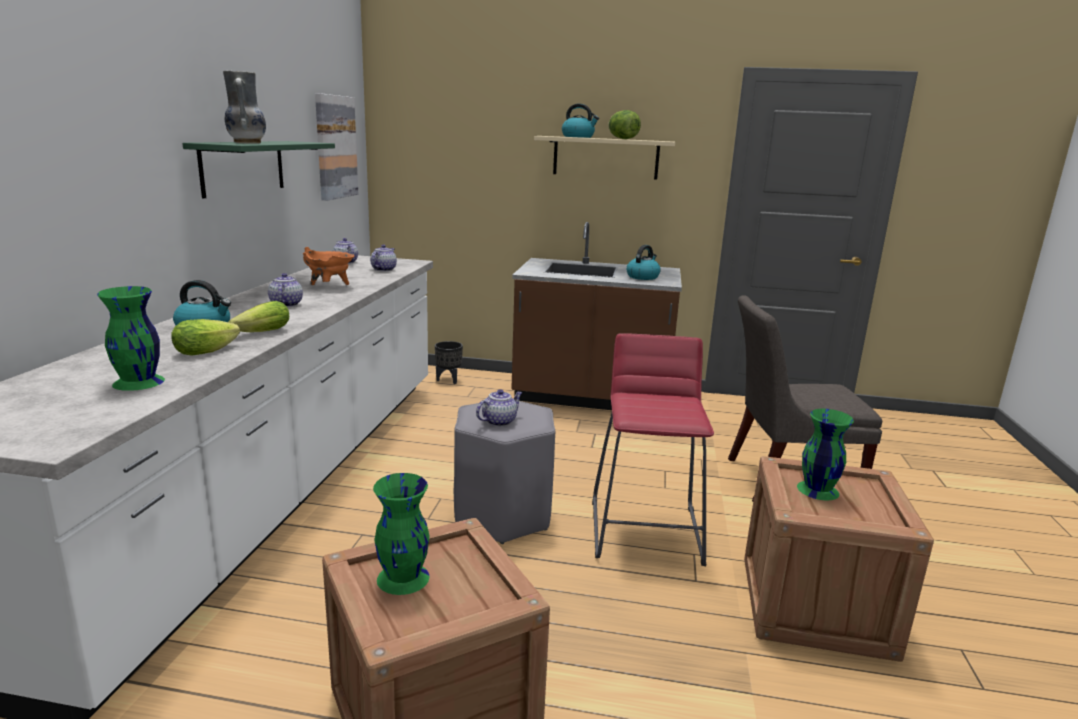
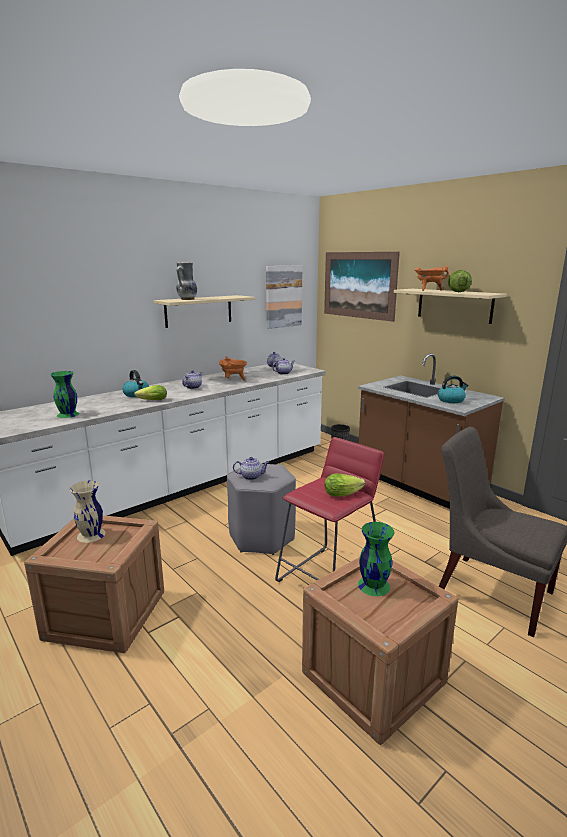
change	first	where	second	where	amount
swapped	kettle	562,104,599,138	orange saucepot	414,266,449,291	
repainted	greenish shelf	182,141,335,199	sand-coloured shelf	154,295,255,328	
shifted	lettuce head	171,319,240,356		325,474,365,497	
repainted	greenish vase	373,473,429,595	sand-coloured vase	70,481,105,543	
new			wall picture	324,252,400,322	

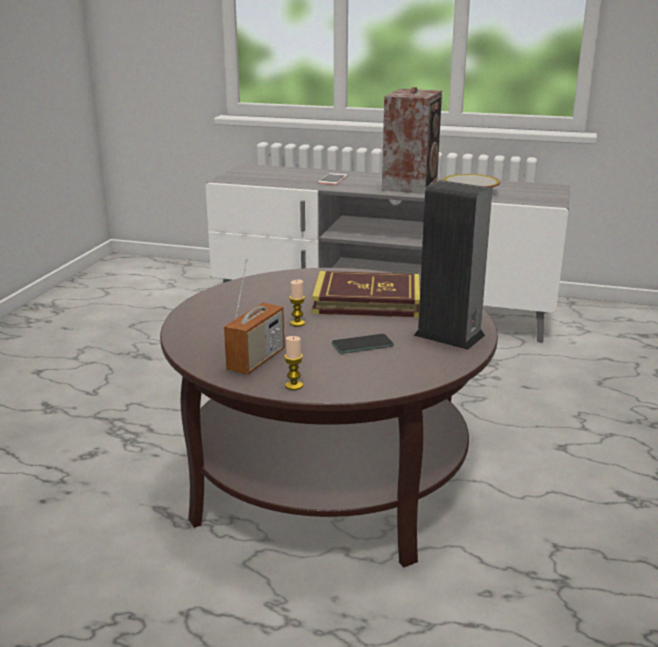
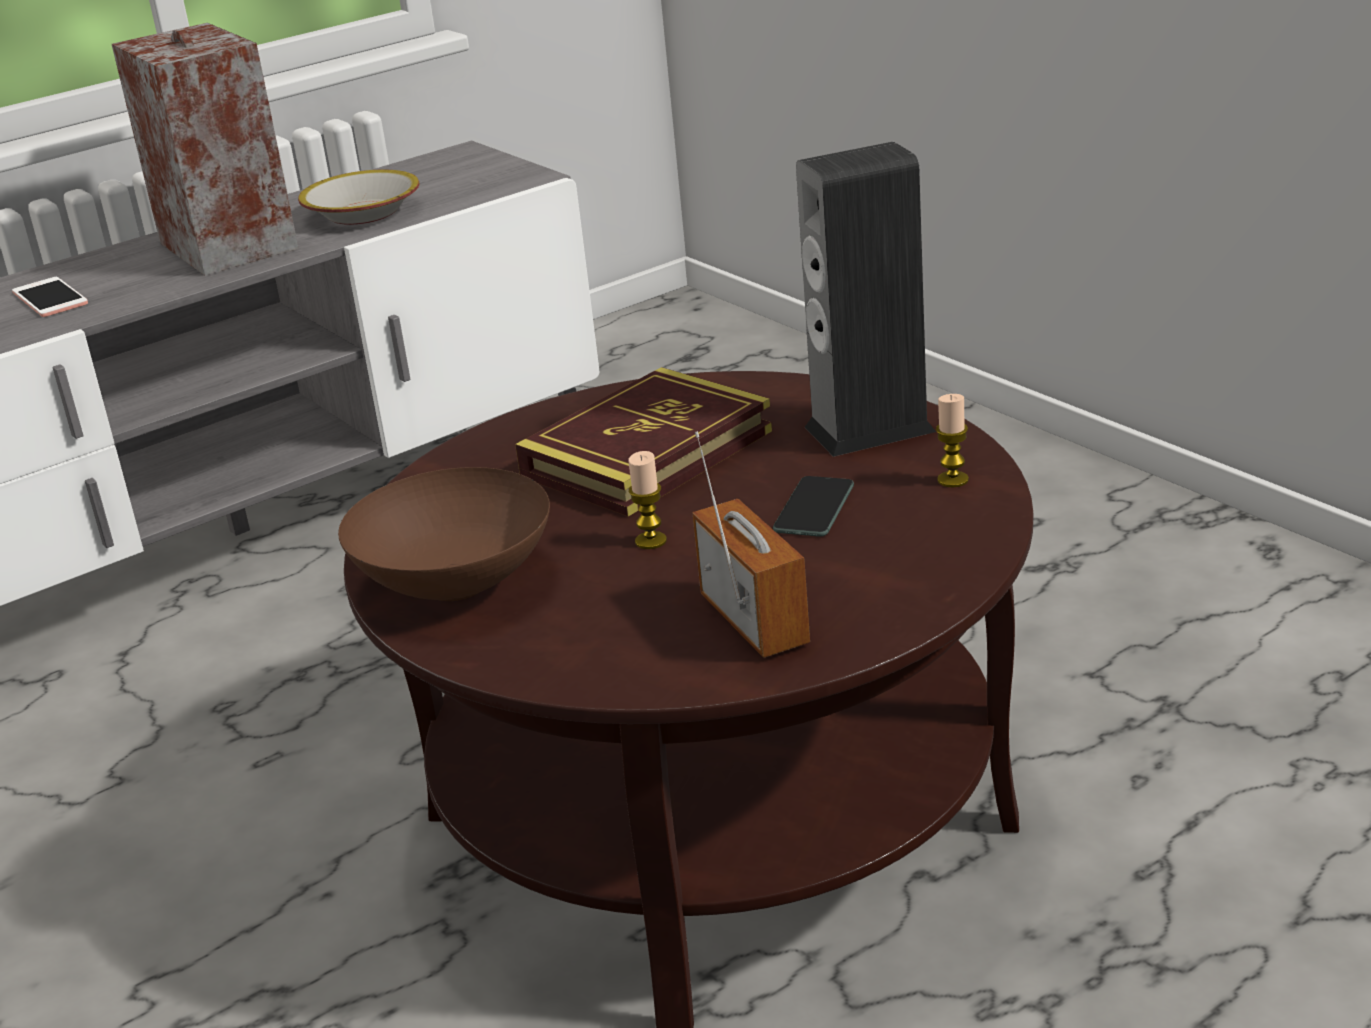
change	first	where	second	where	amount
shifted	candle	284,336,303,390		936,394,969,487	
new			brownish bowl	338,467,550,601	

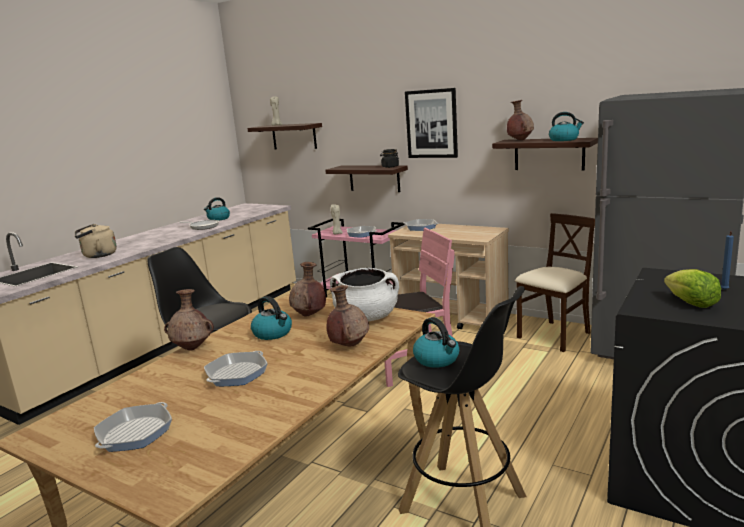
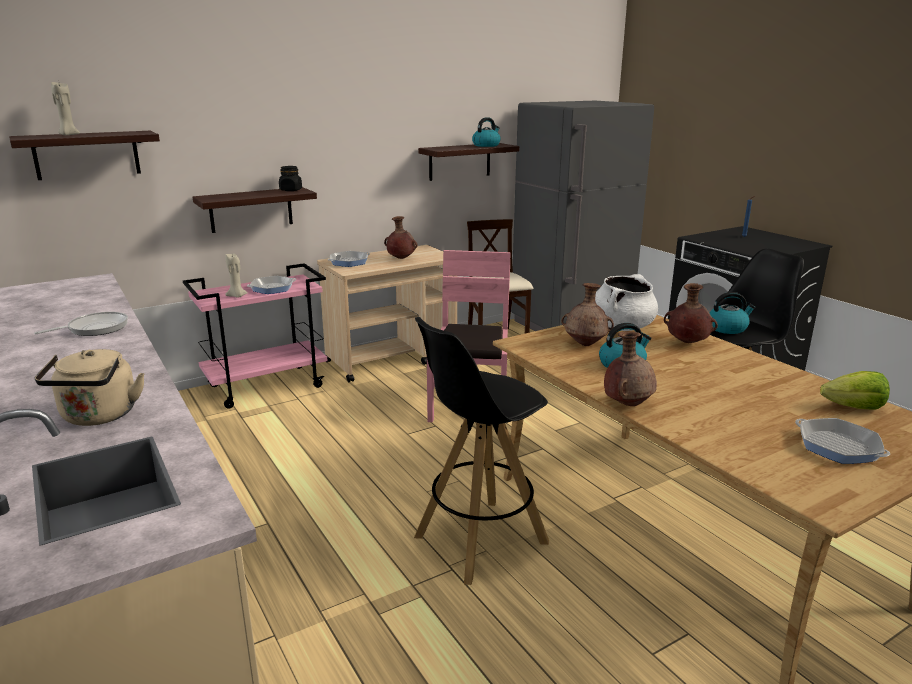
change	first	where	second	where	amount
gone	wall picture	405,88,458,158			
shifted	brownish vase	507,100,534,140		384,216,418,259	
gone	kettle	204,197,230,221			
shifted	lettuce head	664,269,721,308		820,371,890,410	
gone	frying pan	204,351,268,386			

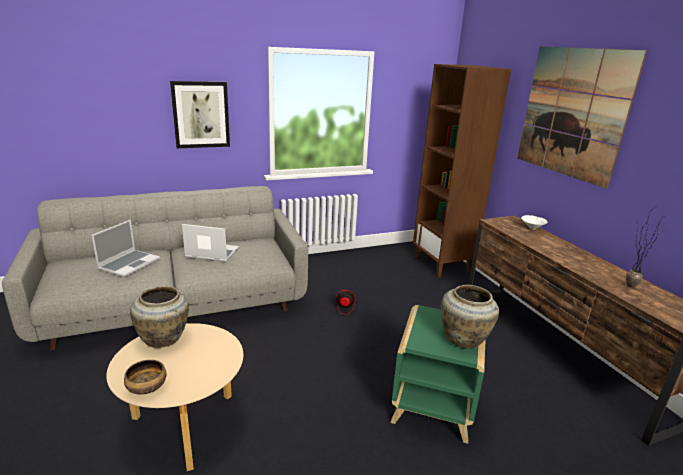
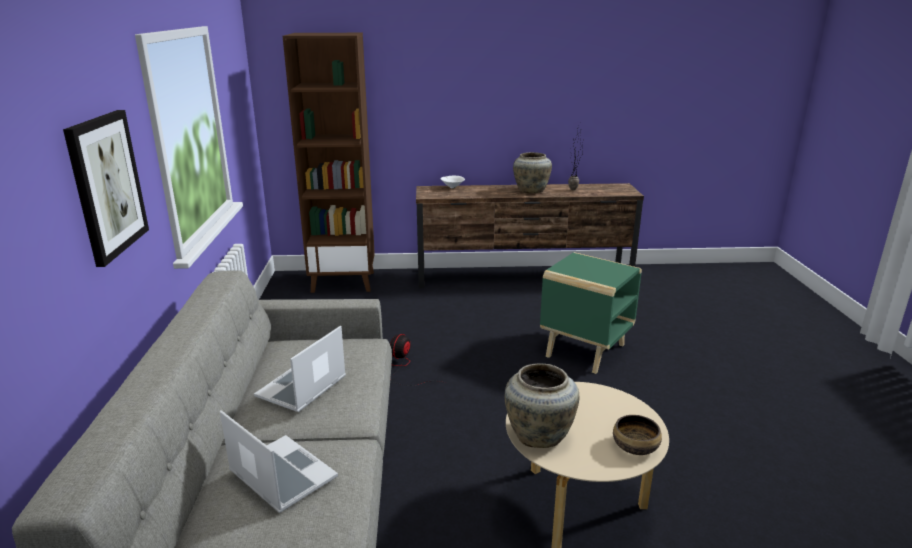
change	first	where	second	where	amount
gone	wall picture	517,46,647,189			
shifted	sand-coloured vase	441,285,499,349		513,152,552,193	

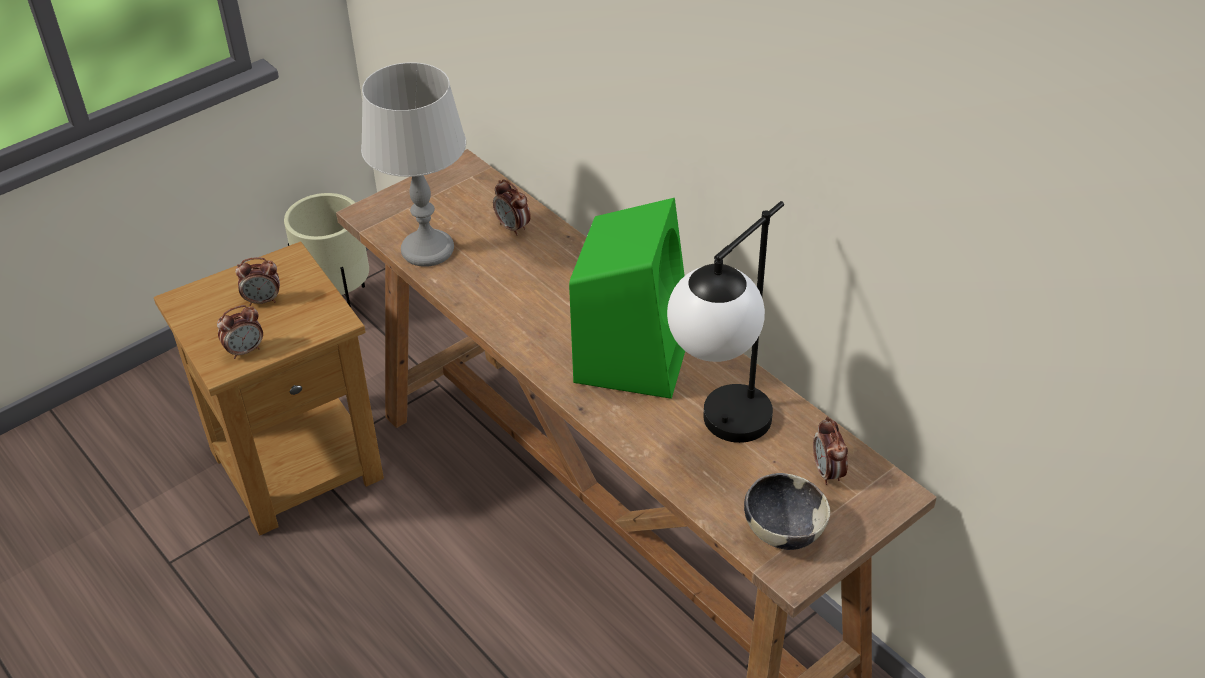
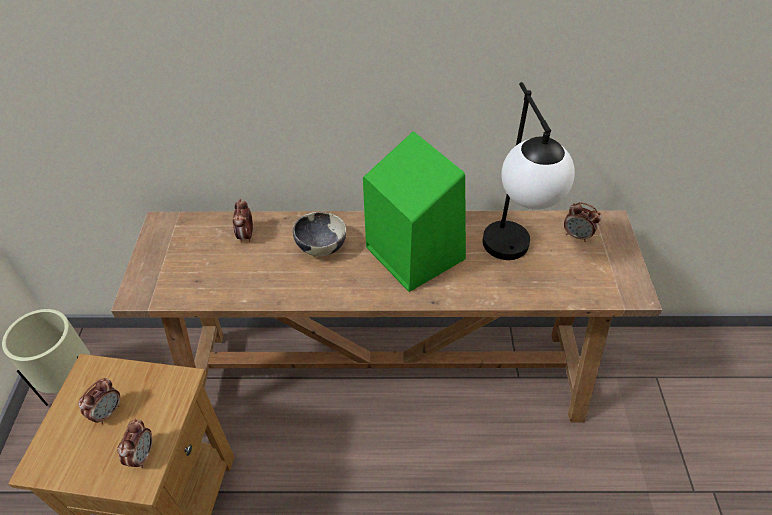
change	first	where	second	where	amount
gone	greyish lamp for a table	361,62,466,267			
rotated	bedside clock	493,179,531,236		233,199,253,243	90 degrees clockwise
shifted	bowl	744,473,830,550		293,212,346,257	

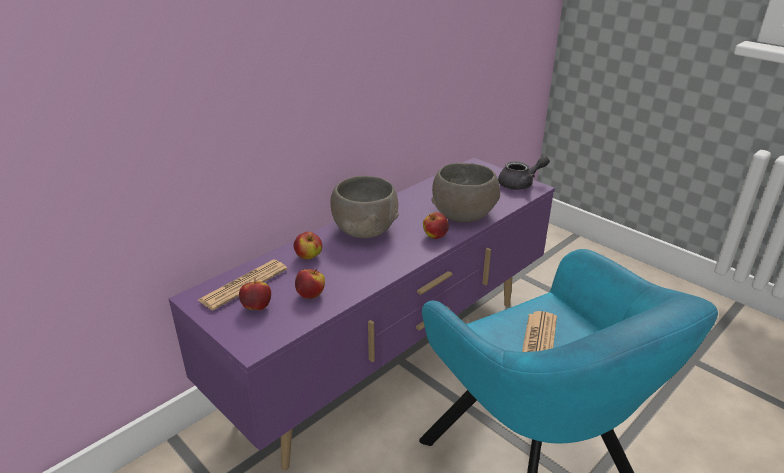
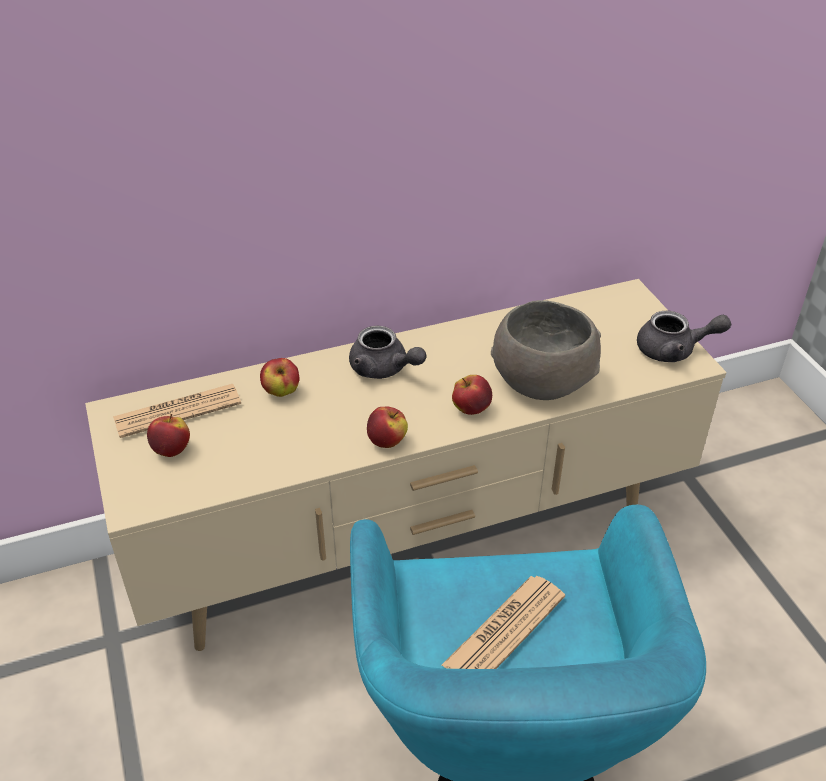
change	first	where	second	where	amount
repainted	purplish tv stand	168,158,555,470	sand-coloured tv stand	85,279,727,651	
swapped	greyish bowl	330,176,399,238	greyish tea pot	349,326,427,379	
shifted	whole apple	295,269,325,299		367,407,408,448	

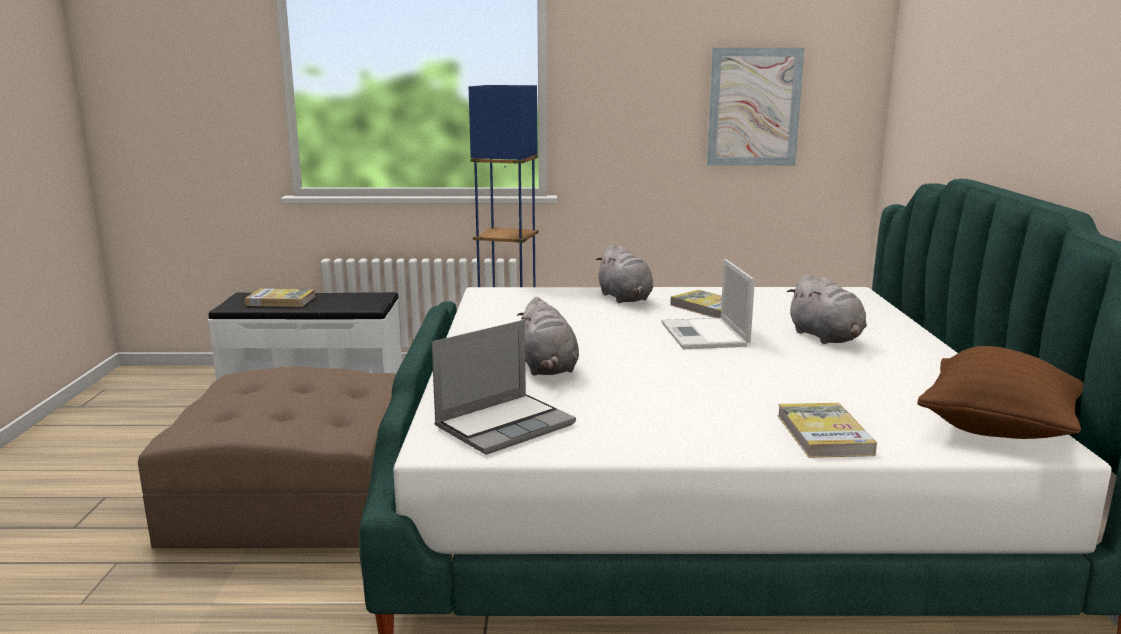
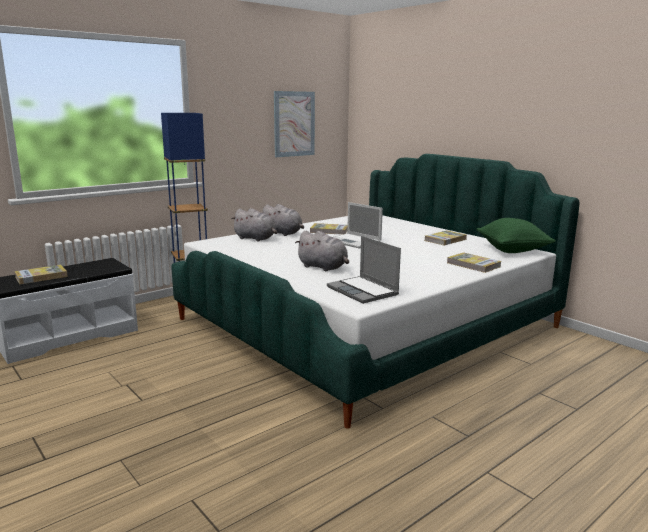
change	first	where	second	where	amount
shifted	greyish soft toy	787,274,867,344		231,208,277,241	
rotated	portable computer	432,320,576,455		327,236,401,304	135 degrees clockwise
repainted	brownish pillow	917,346,1084,439	greenish pillow	476,218,556,253	
gone	brownish pouffe	138,366,396,548			
new			volume	424,230,467,245	

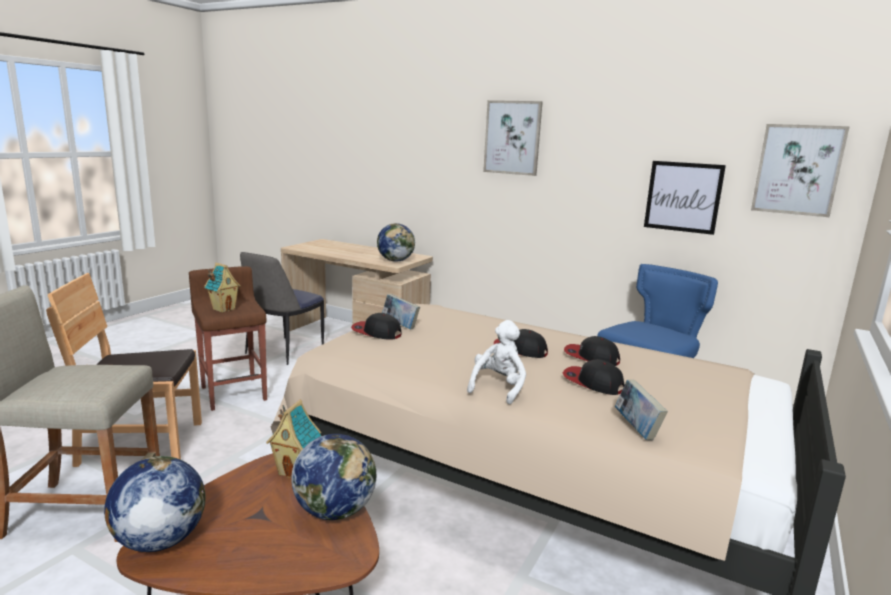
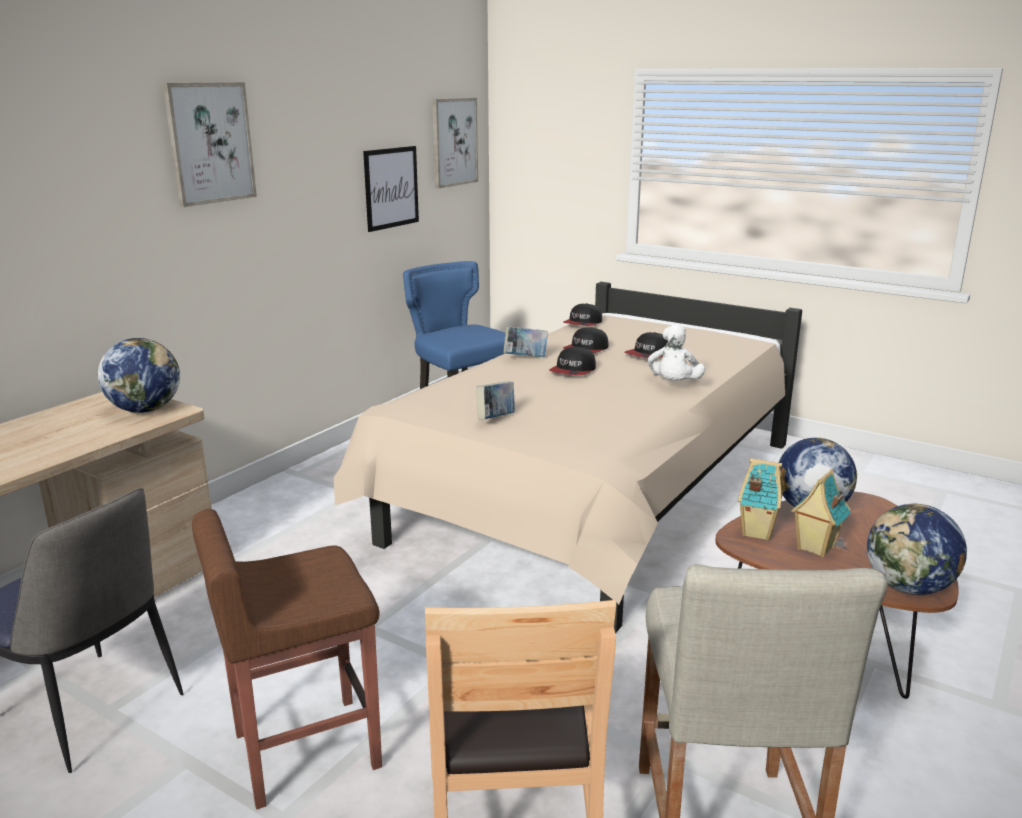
change	first	where	second	where	amount
shifted	toy house	204,263,241,313		791,469,851,557	
shifted	peaked cap	351,313,401,340		563,303,602,326	
rotated	whitish soft toy	467,320,526,405		648,325,705,381	105 degrees counterclockwise
shifted	volume	615,379,668,440		504,326,548,357	

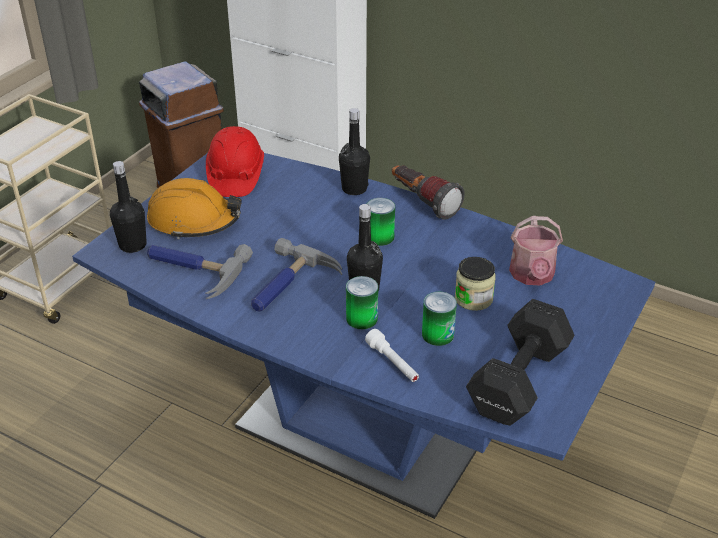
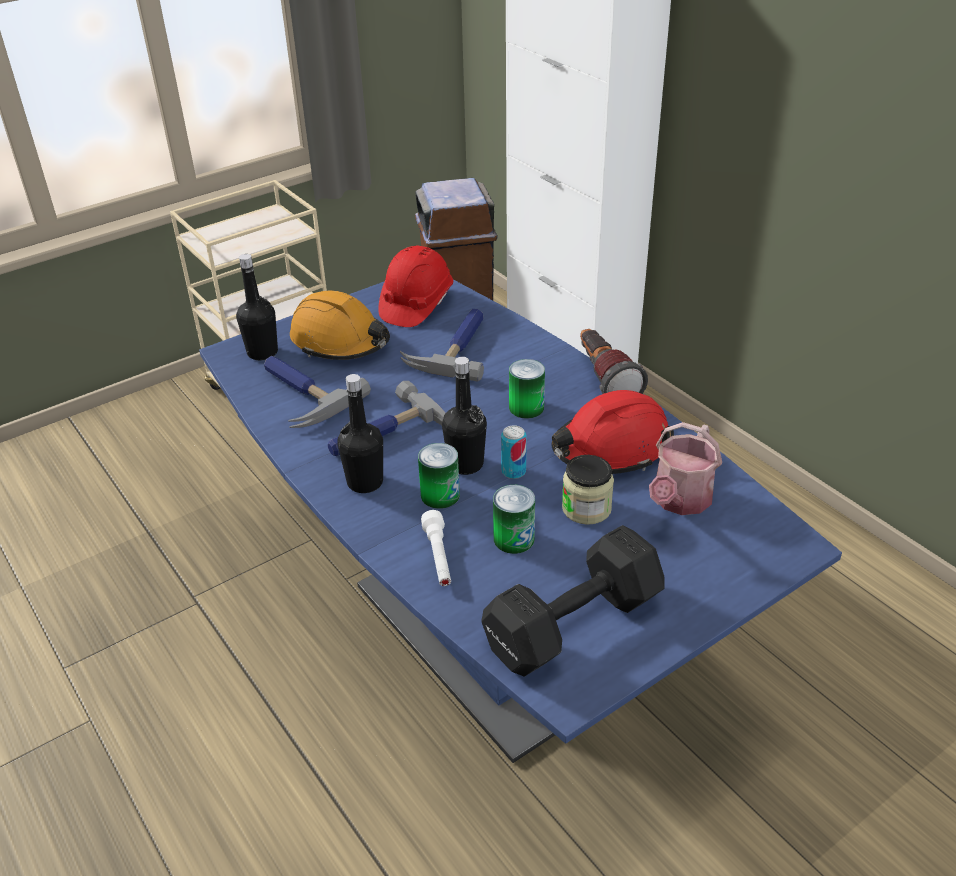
change	first	where	second	where	amount
shifted	black-coloured bottle	339,108,370,195		338,374,383,493	
new			hammer	400,309,484,382	
new			red-coloured work helmet	552,390,674,474	
new			sealed can	501,425,527,479	

